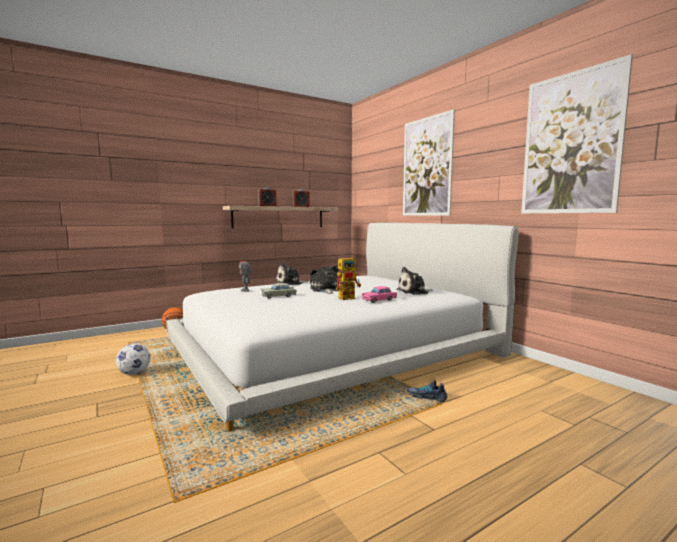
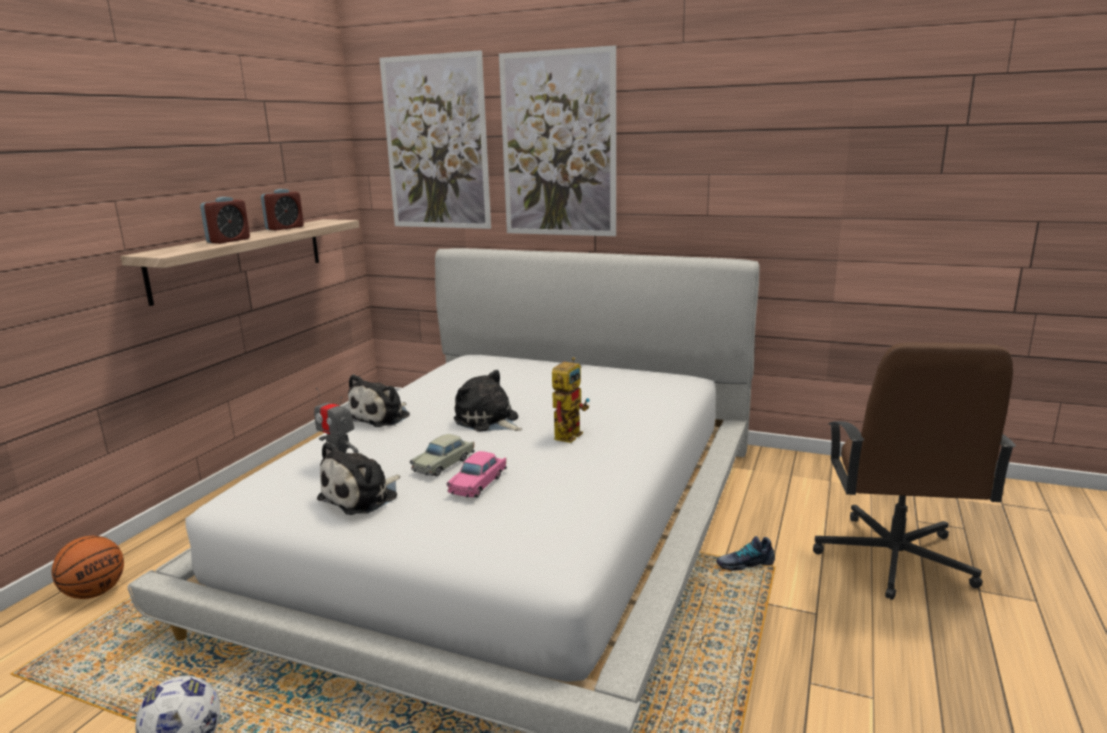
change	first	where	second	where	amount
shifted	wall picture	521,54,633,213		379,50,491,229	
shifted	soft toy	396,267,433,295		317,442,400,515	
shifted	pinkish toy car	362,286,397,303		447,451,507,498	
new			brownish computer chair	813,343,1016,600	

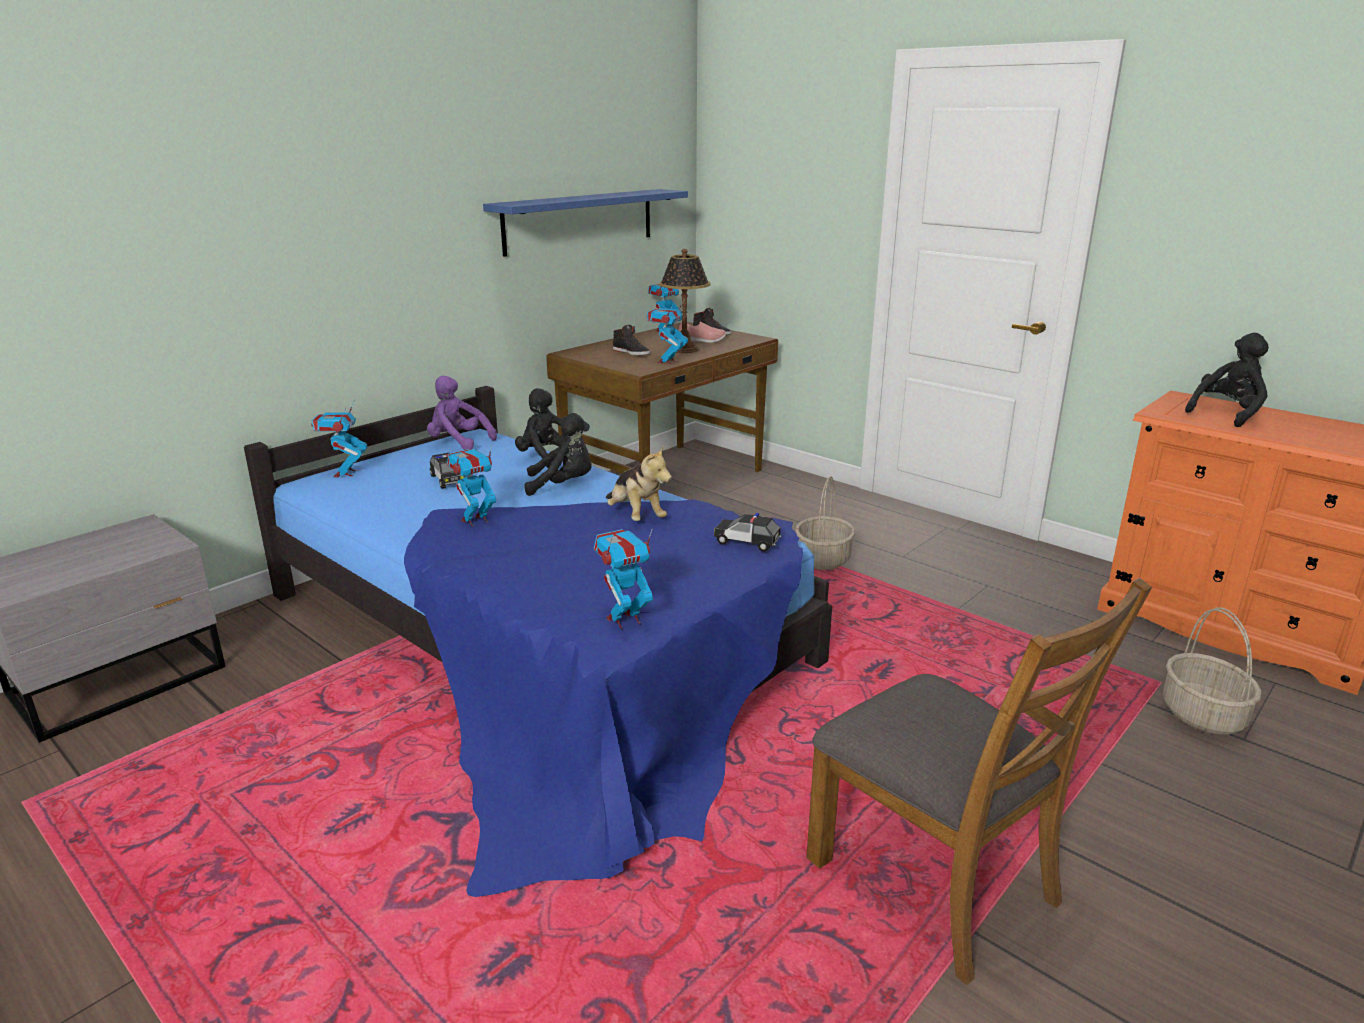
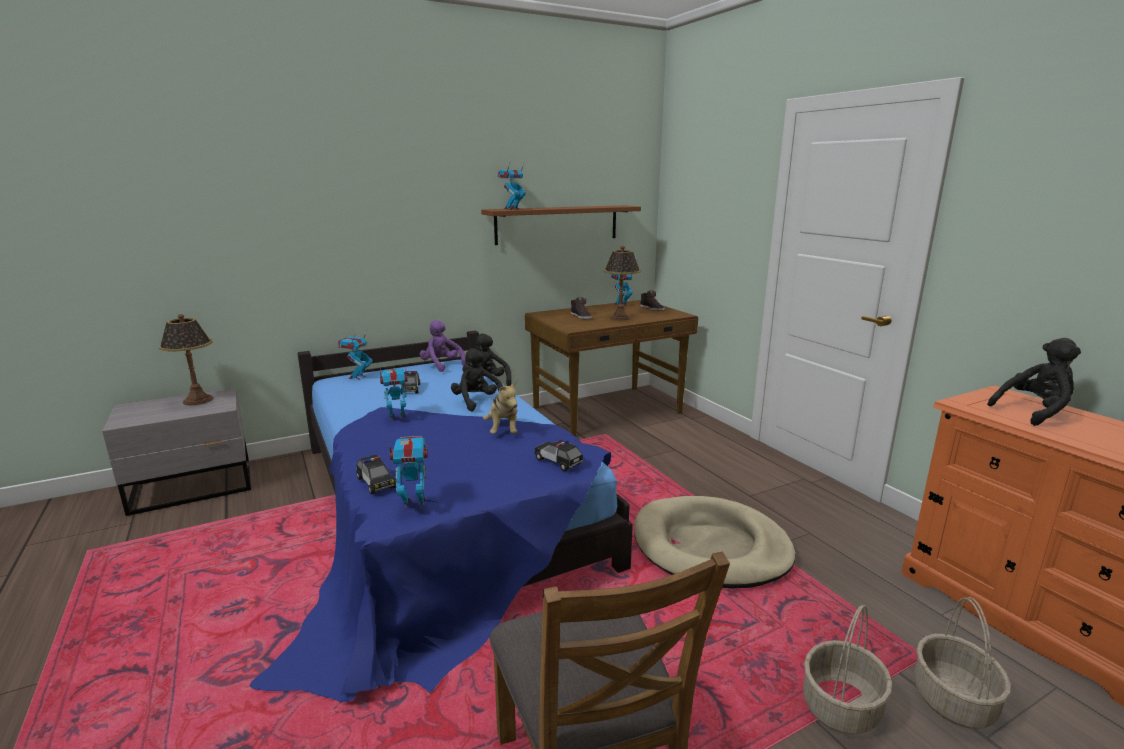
change	first	where	second	where	amount
repainted	bluish shelf	483,189,688,257	brownish shelf	481,205,641,245	
shifted	robot figure	647,299,688,364		498,164,526,209	
gone	pinkish low shoe	679,322,726,343			
rotated	black-coloured soft toy	524,413,592,496		451,348,503,411	135 degrees counterclockwise
shifted	household basket	795,476,855,570		803,605,892,734	
new			lamp for a table	159,314,213,405	
new			toy car	356,455,396,495	
new			sand-coloured dog cushion	634,496,795,588	

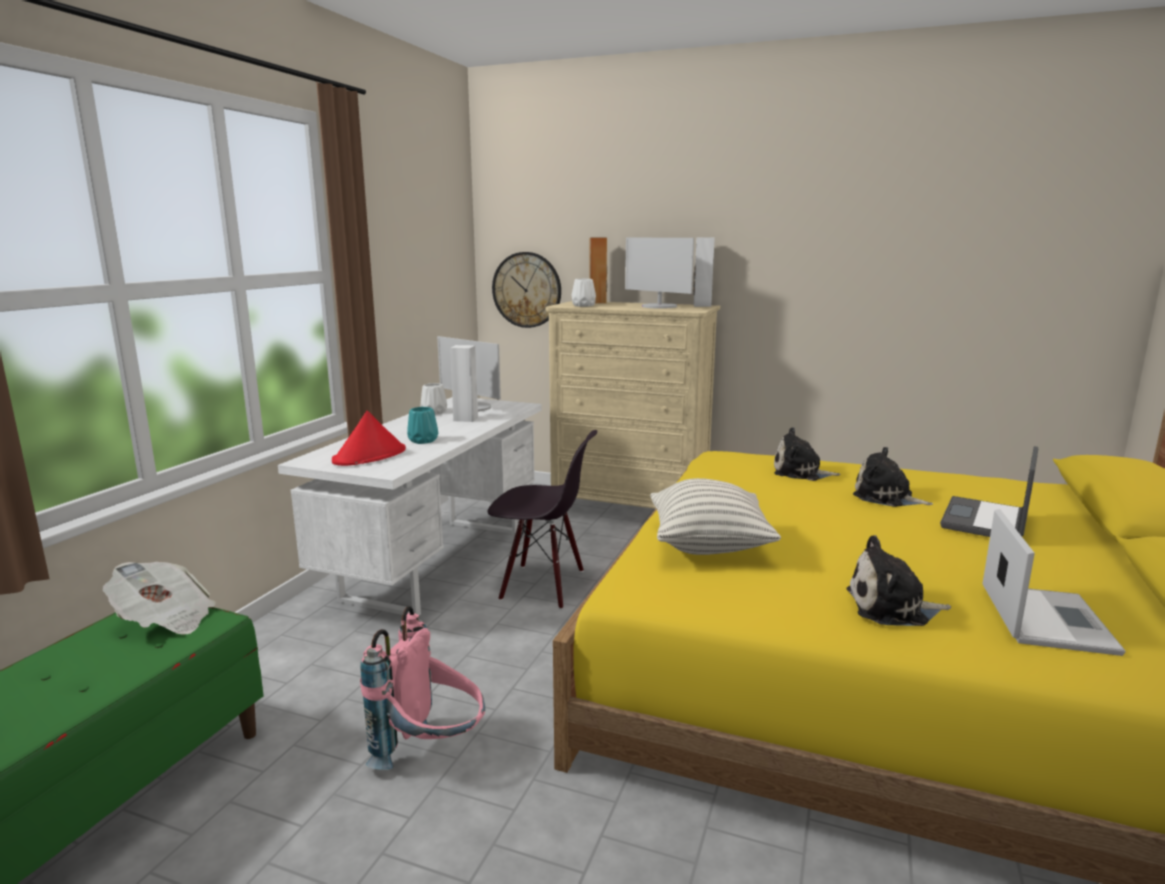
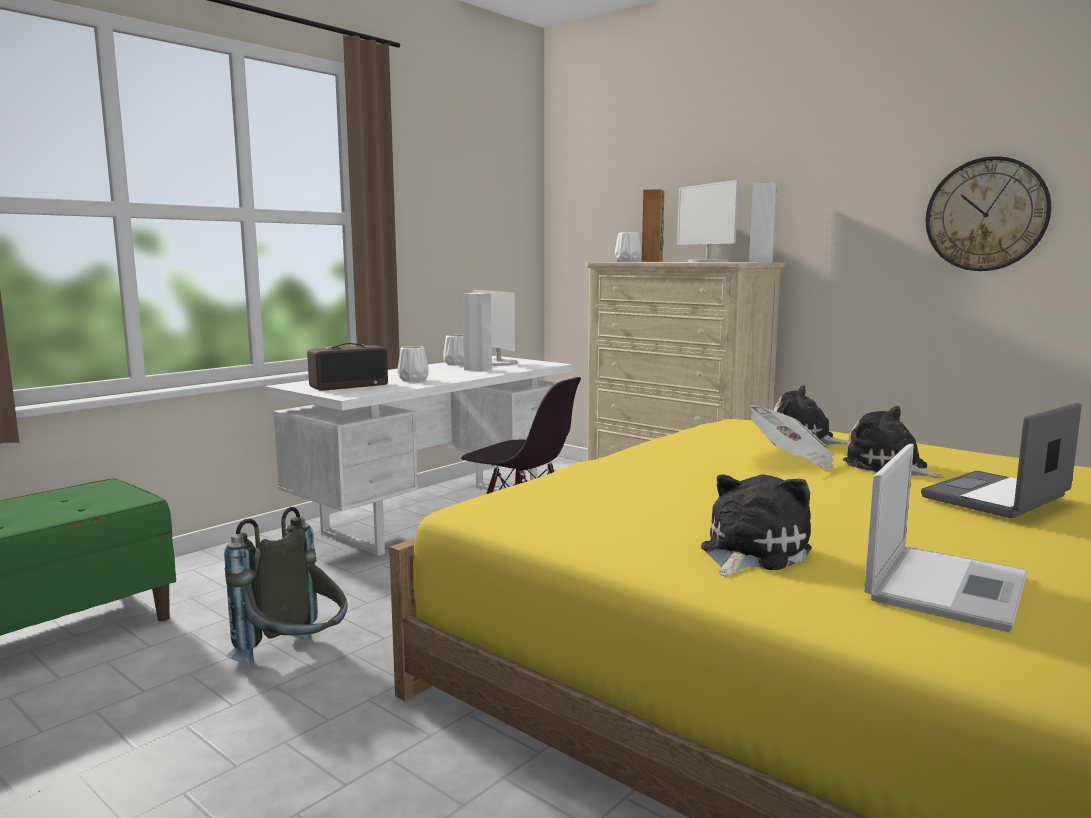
change	first	where	second	where	amount
shifted	hanging clock	492,252,561,328		926,156,1051,271	
repainted	turquoise-coloured vase	407,407,438,444	whitish vase	398,346,429,382	
swapped	red-coloured wearable hat	332,411,406,466	radio receiver	307,343,388,391	
gone	pillow	650,478,781,555			
rotated	soft toy	846,535,951,626		701,474,812,577	105 degrees clockwise
shifted	printed paper	103,562,216,635		750,405,835,471	
repainted	pinkish knapsack	360,606,485,770	greyish knapsack	224,507,348,664	

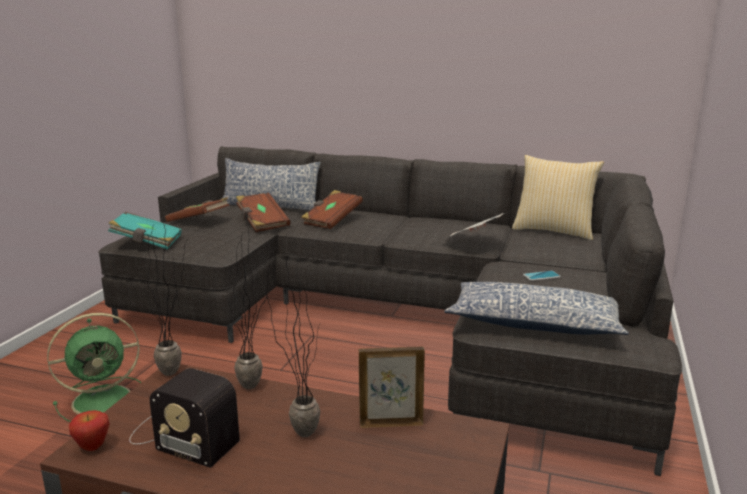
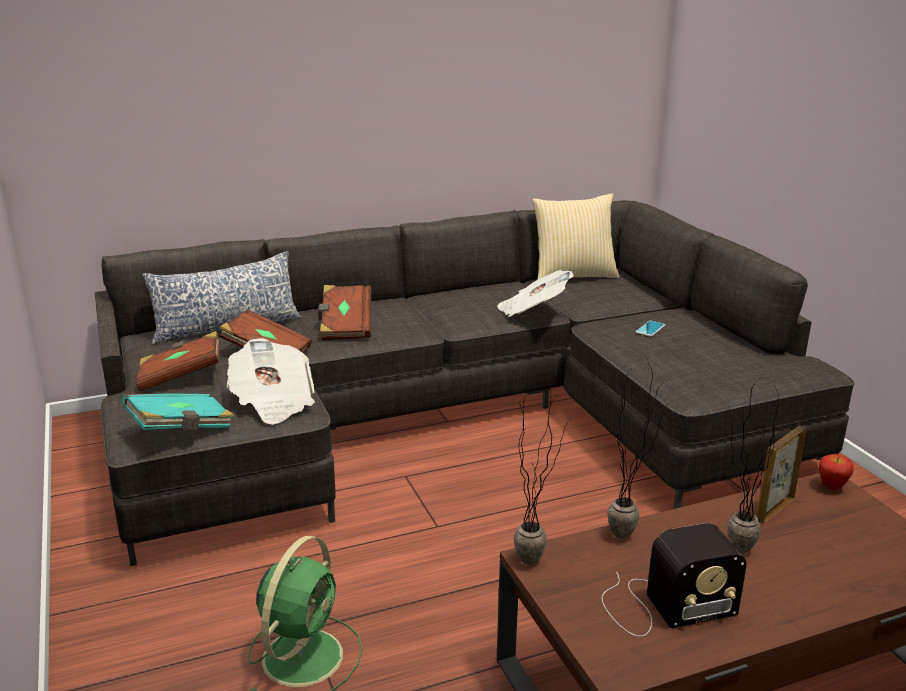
change	first	where	second	where	amount
gone	pillow	444,282,629,335			
shifted	whole apple	69,410,110,451		819,454,854,490	
new			printed paper	227,338,315,425	

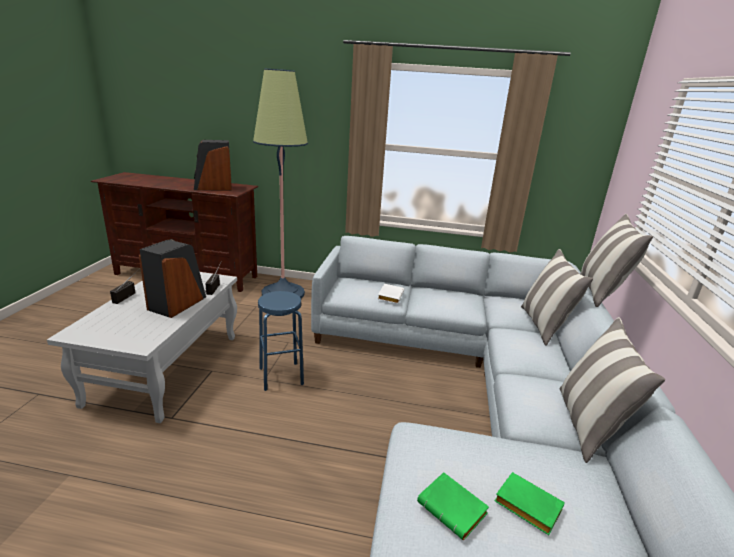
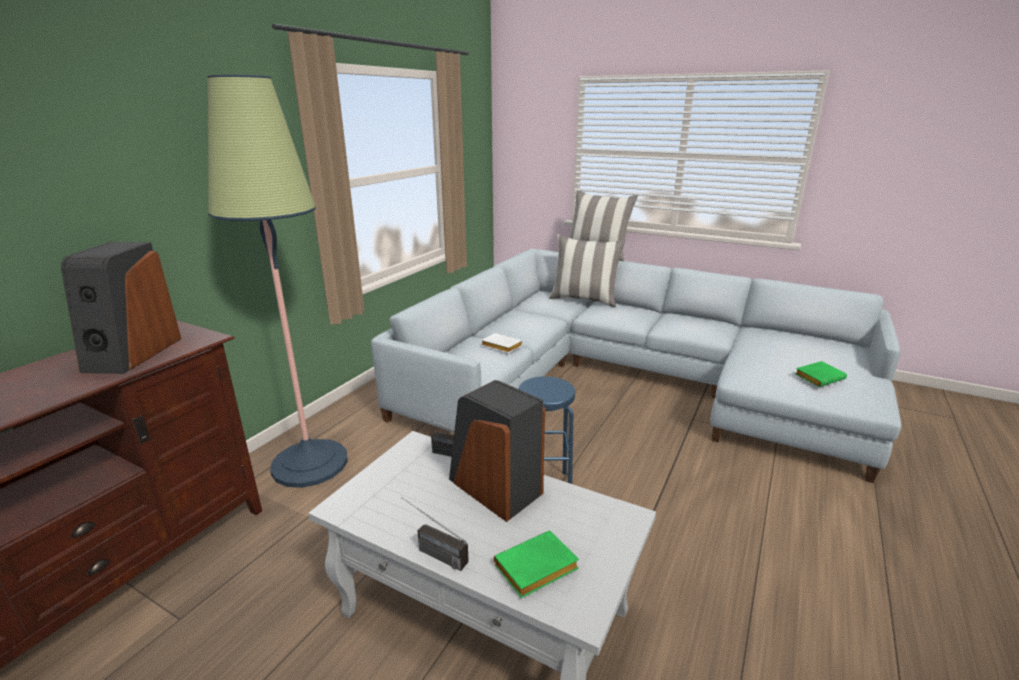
change	first	where	second	where	amount
gone	pillow	559,317,665,463			
shifted	greenish volume	494,472,565,535		494,530,579,598	

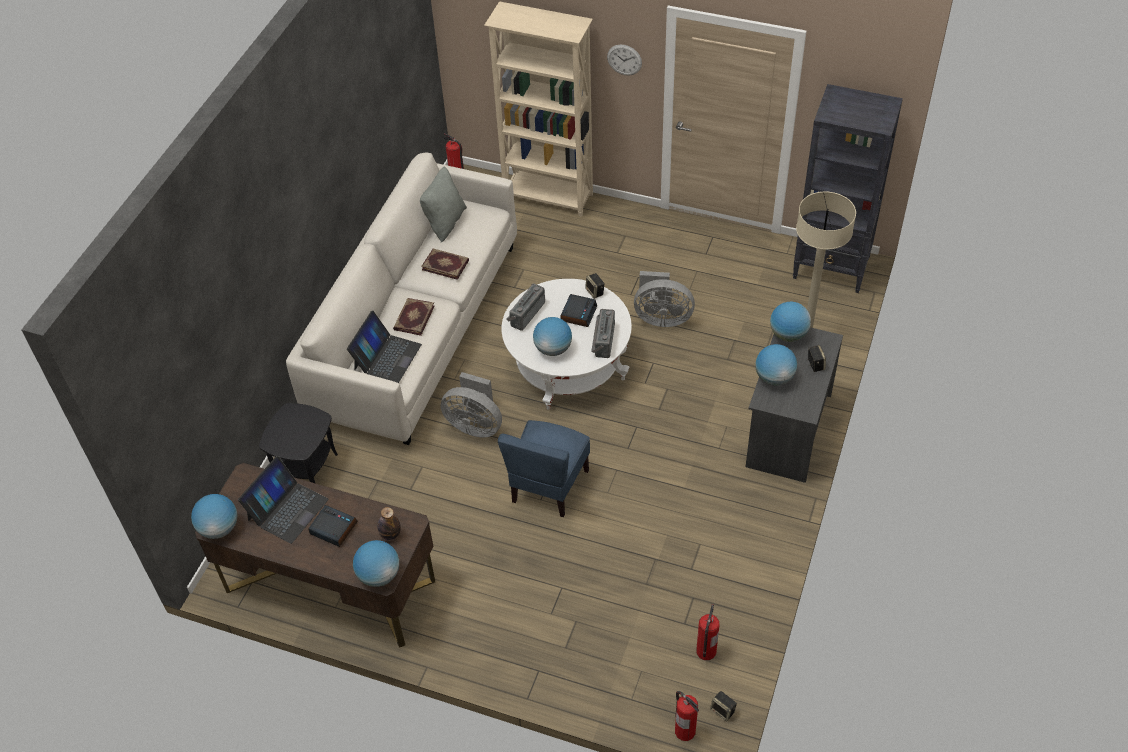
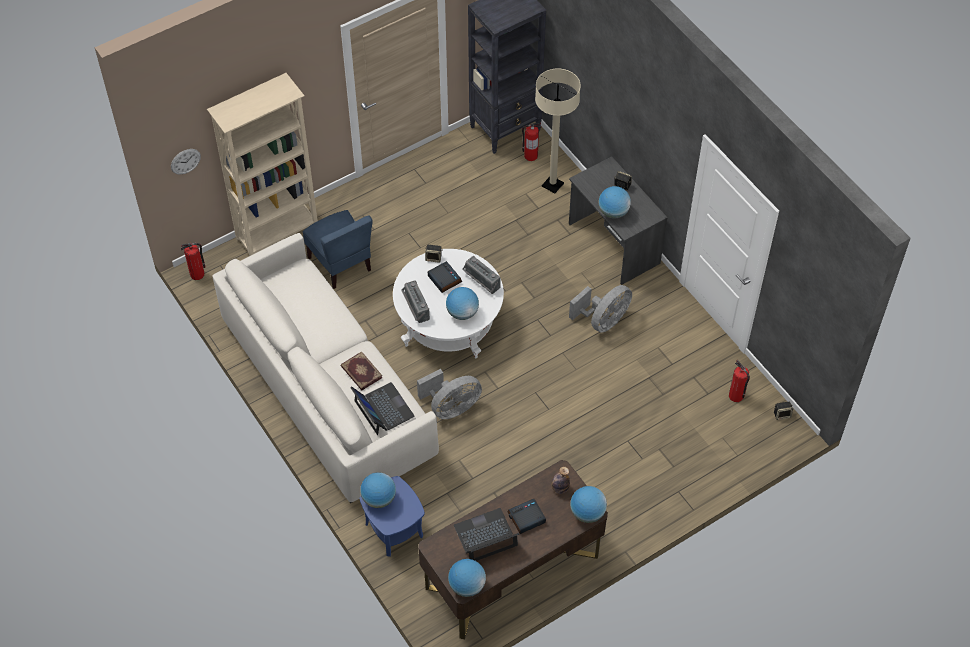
change	first	where	second	where	amount
shifted	hanging clock	607,45,642,75		171,149,201,175	
gone	greyish pillow	420,167,467,242			
gone	volume	421,248,469,280			
shifted	greyish fan	634,271,695,327		569,285,632,333	
shifted	desk globe	770,302,811,342		360,472,396,508	
repainted	black-coloured accent table	259,403,338,484	bluish accent table	360,476,425,557	
shifted	bluish upright chair	498,420,590,517		303,210,372,289	
rotated	portable computer	238,456,328,544		454,508,520,561	90 degrees counterclockwise
shifted	fire-fighting cylinder	675,691,699,741		522,122,541,161	

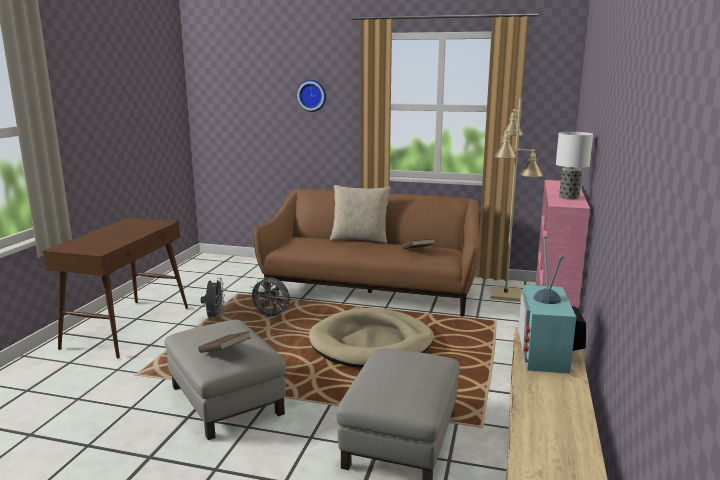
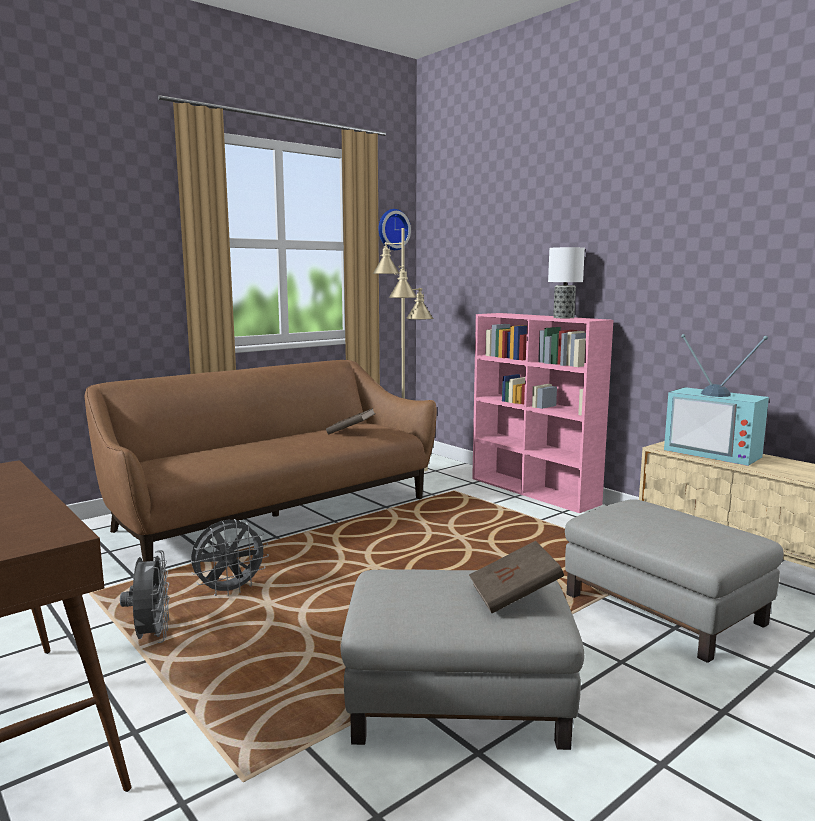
change	first	where	second	where	amount
shifted	hanging clock	297,80,326,112		379,209,411,250	
gone	sand-coloured pillow	330,185,391,243			
rotated	greyish fan	201,278,225,322		120,550,170,643	45 degrees clockwise
gone	sand-coloured dog cushion	309,308,434,368			

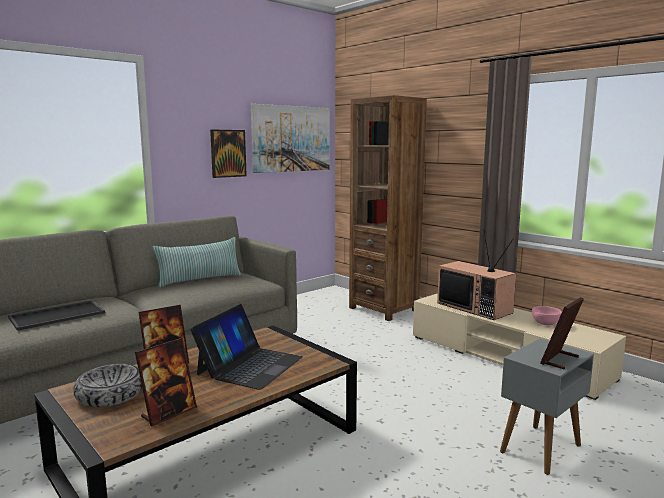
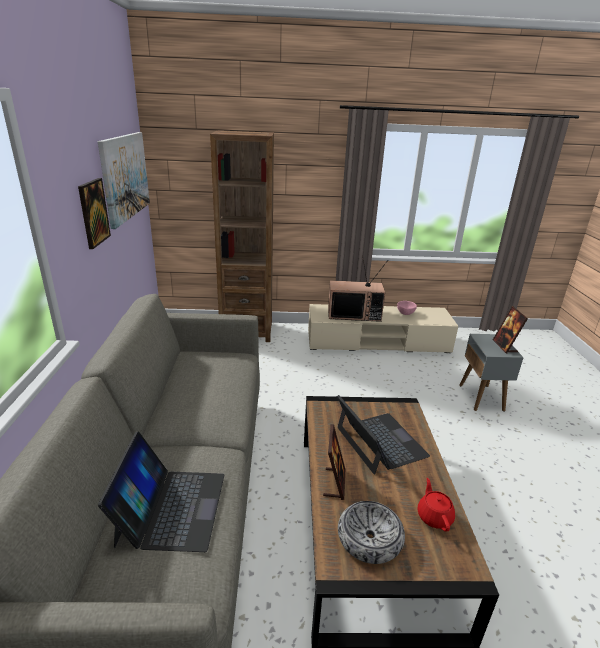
change	first	where	second	where	amount
gone	pillow	152,237,241,287			
swapped	carrying tray	8,300,105,331	portable computer	98,431,224,552	
swapped	standing frame	135,338,197,426	red-coloured tea pot	418,478,455,532	

